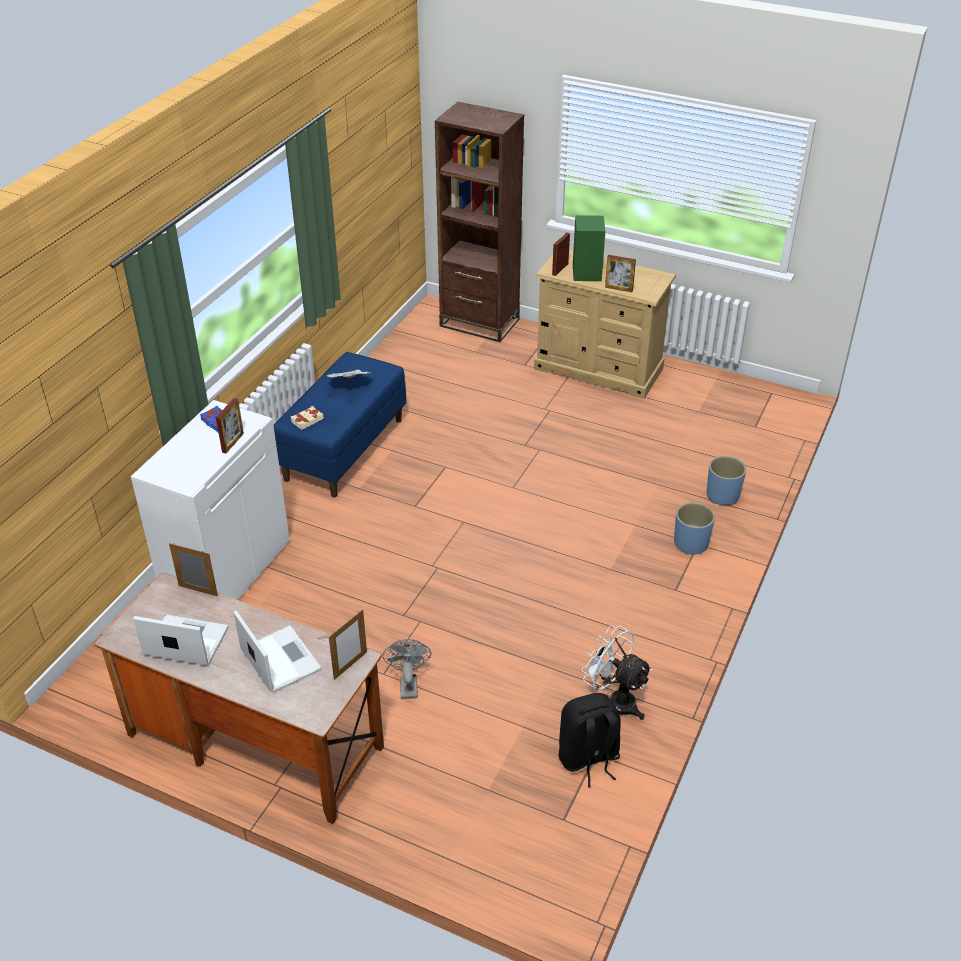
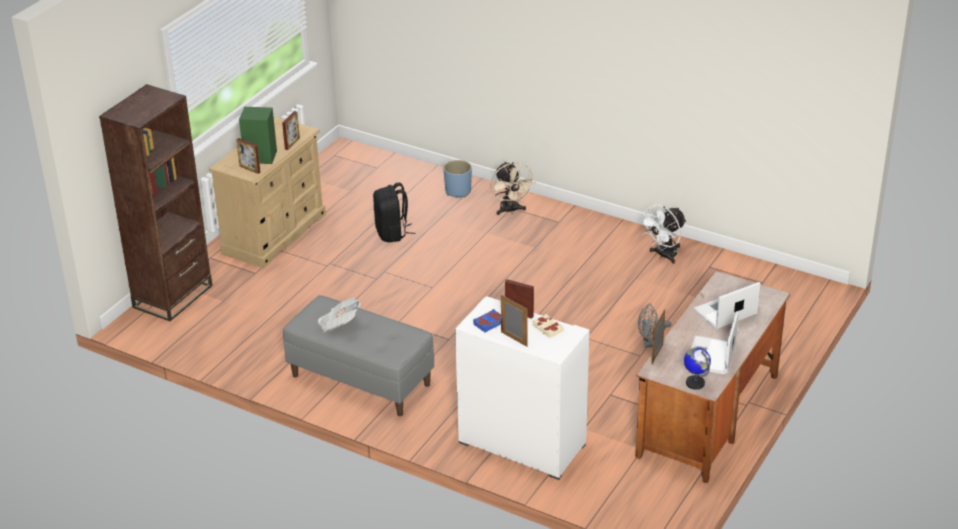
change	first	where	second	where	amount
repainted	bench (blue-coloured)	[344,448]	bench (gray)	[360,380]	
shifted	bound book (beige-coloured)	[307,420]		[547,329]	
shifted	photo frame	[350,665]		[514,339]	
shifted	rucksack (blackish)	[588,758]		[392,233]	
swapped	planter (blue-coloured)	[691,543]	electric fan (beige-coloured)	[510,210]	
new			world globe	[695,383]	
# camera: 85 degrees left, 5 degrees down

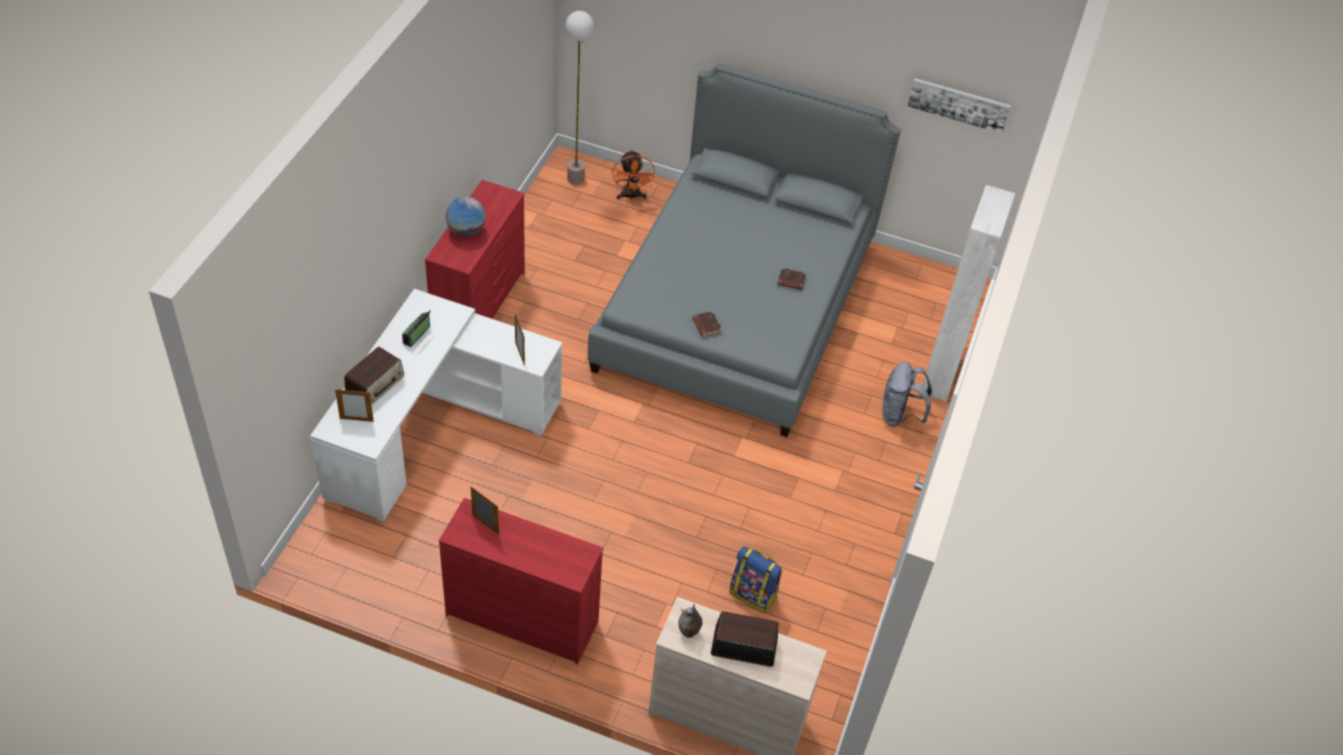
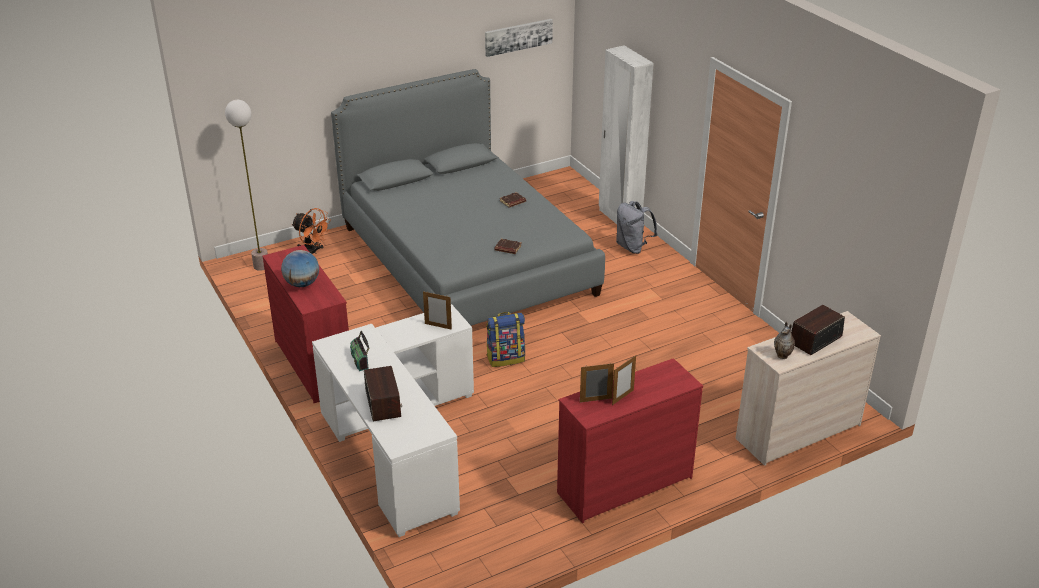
change	first	where	second	where	amount
shifted	photo frame	[356,420]		[622,397]	
shifted	rucksack	[753,594]		[506,358]	
# camera: 45 degrees left, 15 degrees down

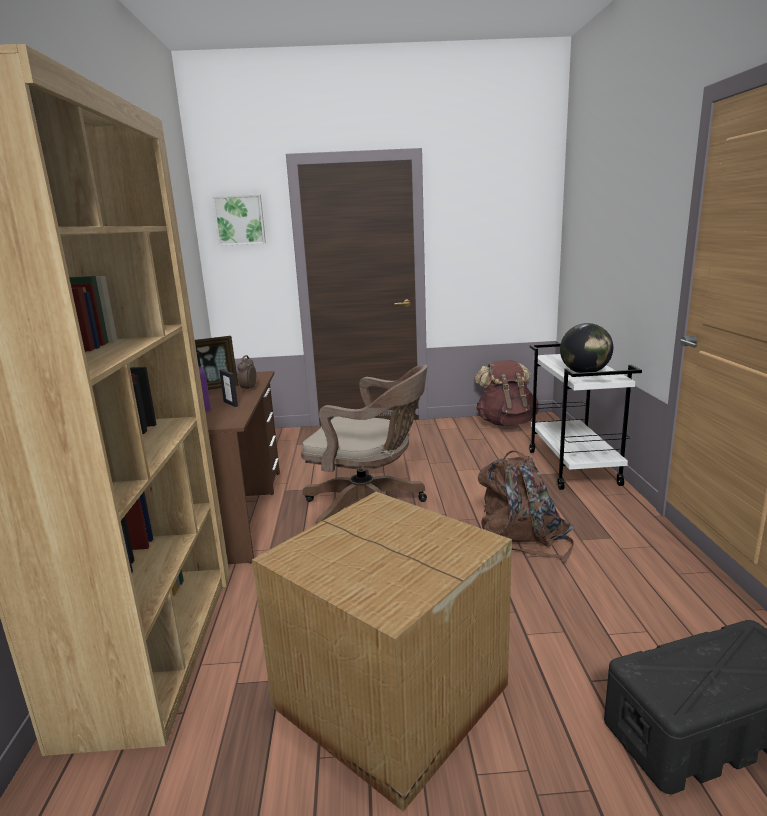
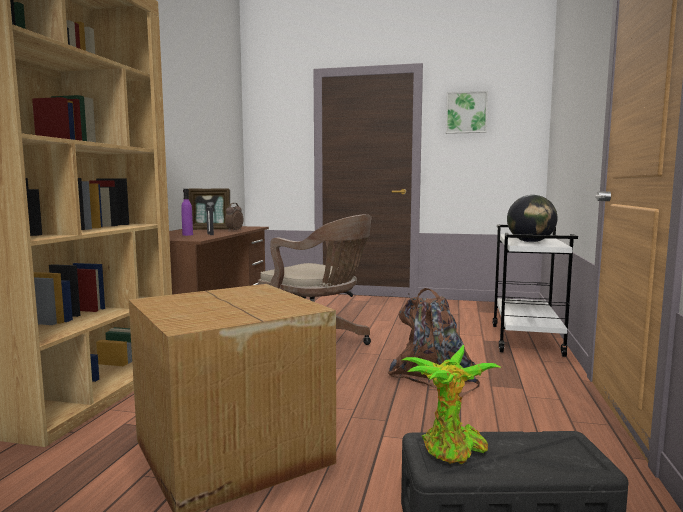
change	first	where	second	where	amount
shifted	picture	[240,220]		[466,112]	
gone	rucksack (brownish)	[506,423]			
new			potted plant	[451,451]	
# camera: 15 degrees right, 10 degrees down

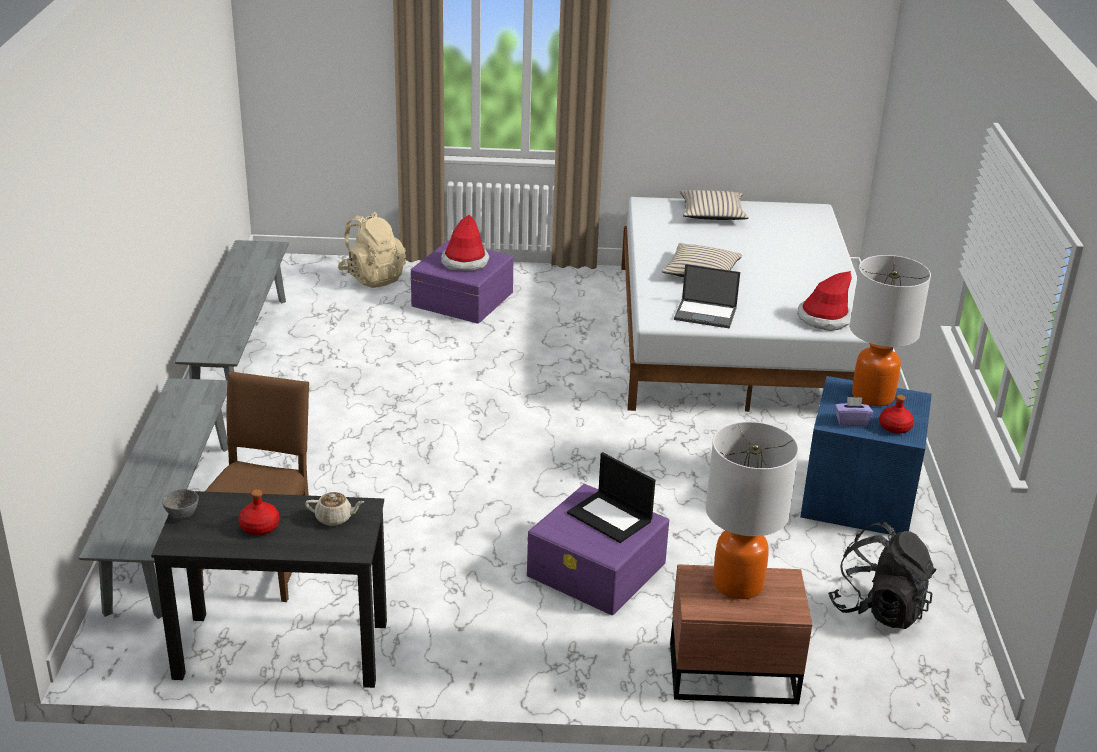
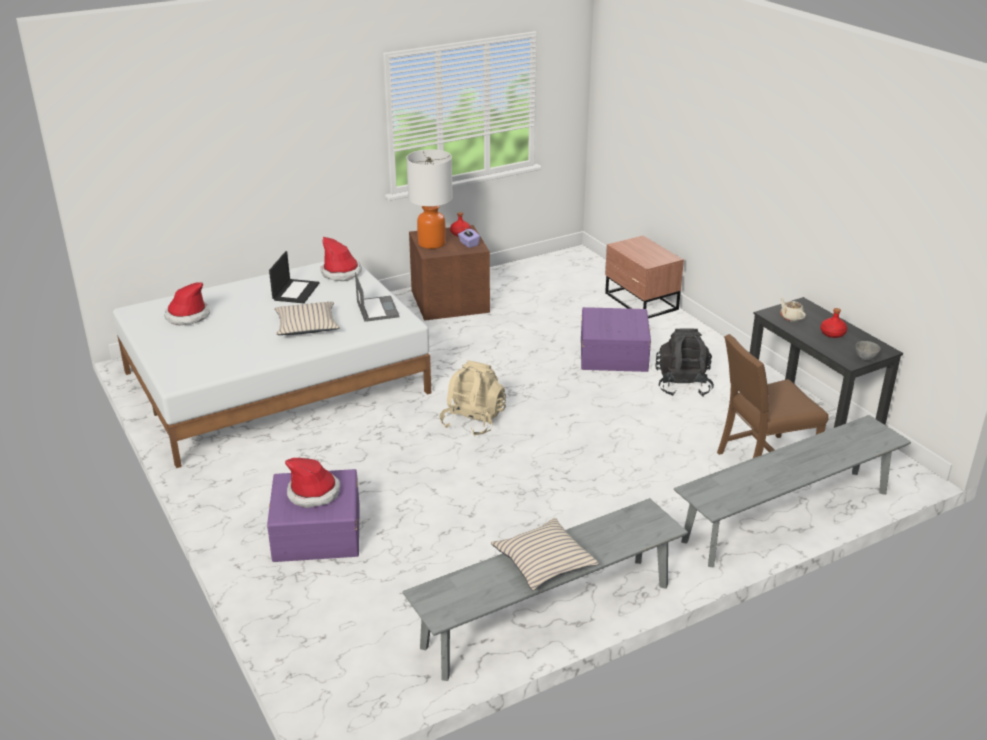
change	first	where	second	where	amount
shifted	rucksack (beige-coloured)	[372,277]		[473,421]	
shifted	notebook computer	[611,517]		[295,291]	
shifted	cushion (beige-coloured)	[712,213]		[544,562]	
gone	table lamp	[737,584]			
repainted	storage box (blue-coloured)	[860,499]	storage box (brownish)	[450,301]	
shifted	rucksack (blackish)	[878,608]		[682,385]	
new			hat	[187,316]	
# camera: 120 degrees left, 0 degrees up

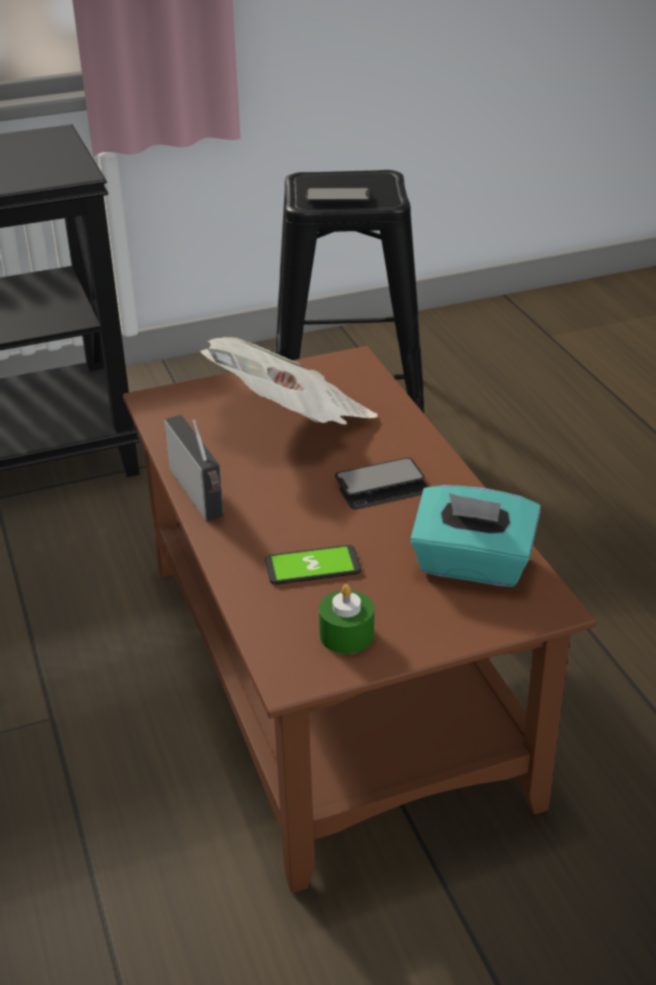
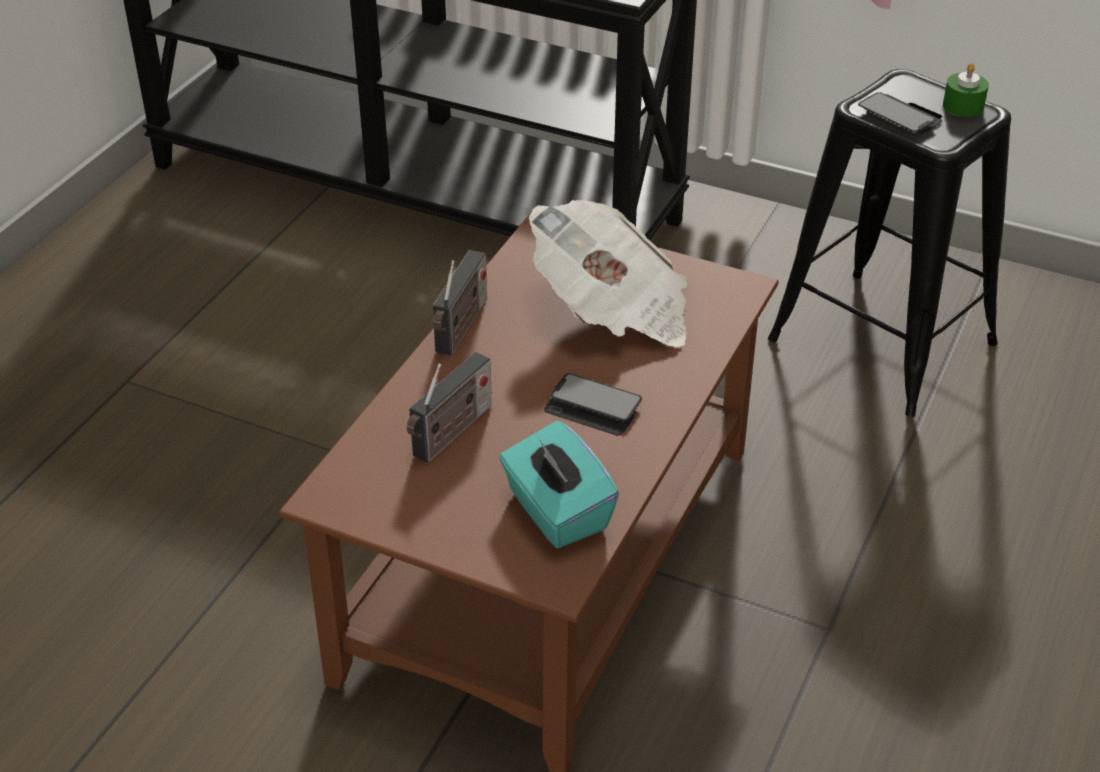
change	first	where	second	where	amount
swapped	phone	[312,566]	radio set	[450,434]	
shifted	wax candle (green)	[346,635]		[963,106]	
# camera: 45 degrees right, 5 degrees up

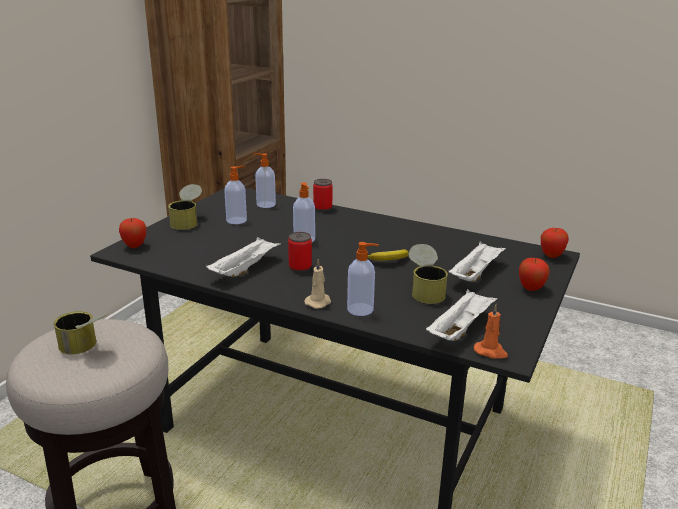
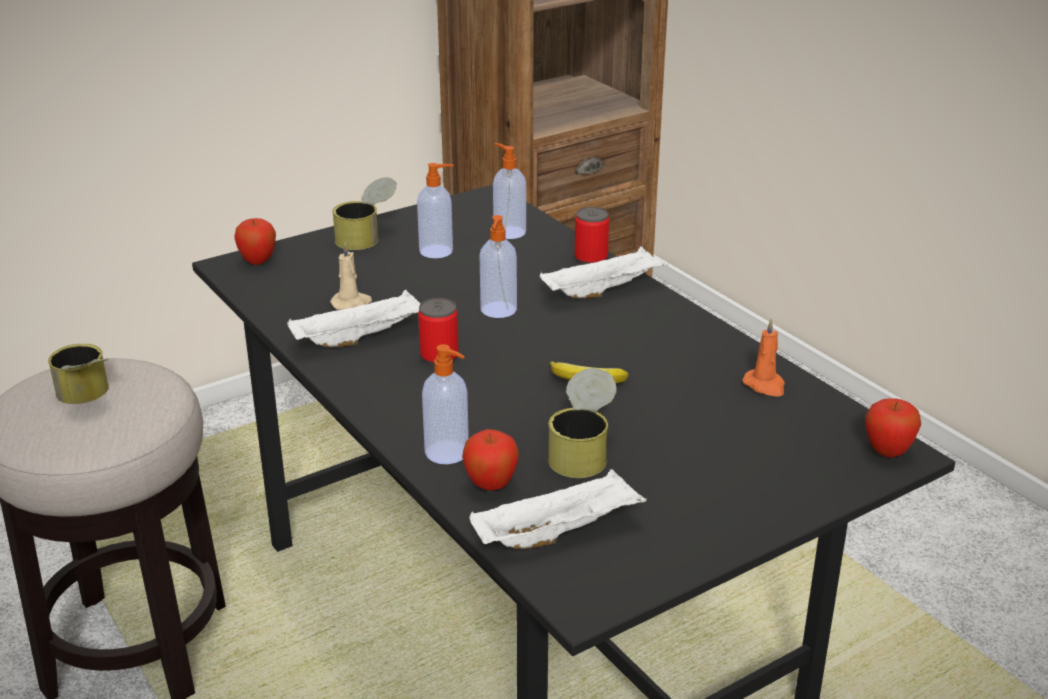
change	first	where	second	where	amount
shifted	wax candle (beige-coloured)	[318,302]		[351,303]	
shifted	serving tray (whitish)	[475,273]		[603,290]	
shifted	wax candle (orange)	[491,352]		[765,385]	
shifted	apple	[531,289]		[491,486]	
# camera: 30 degrees right, 5 degrees up

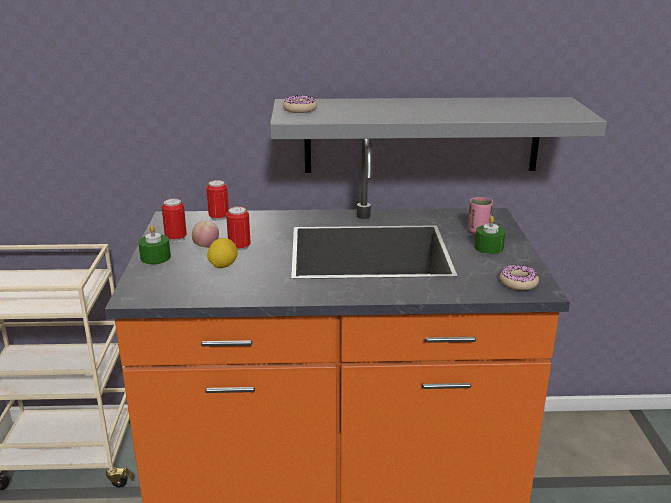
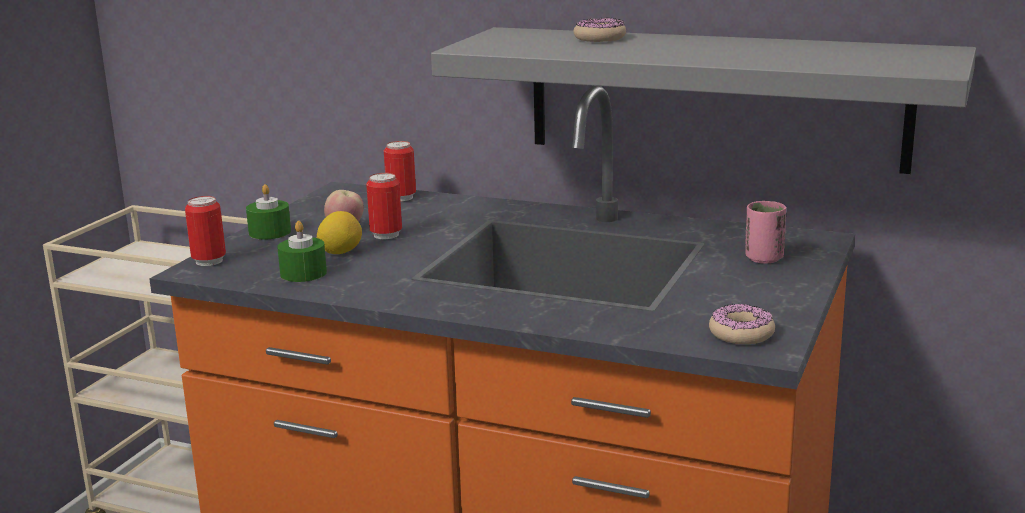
change	first	where	second	where	amount
shifted	sealed can	[176,239]		[209,261]	
shifted	donut	[300,109]		[599,38]	
shifted	wax candle (green)	[488,247]		[303,273]	
# camera: 25 degrees right, 5 degrees down

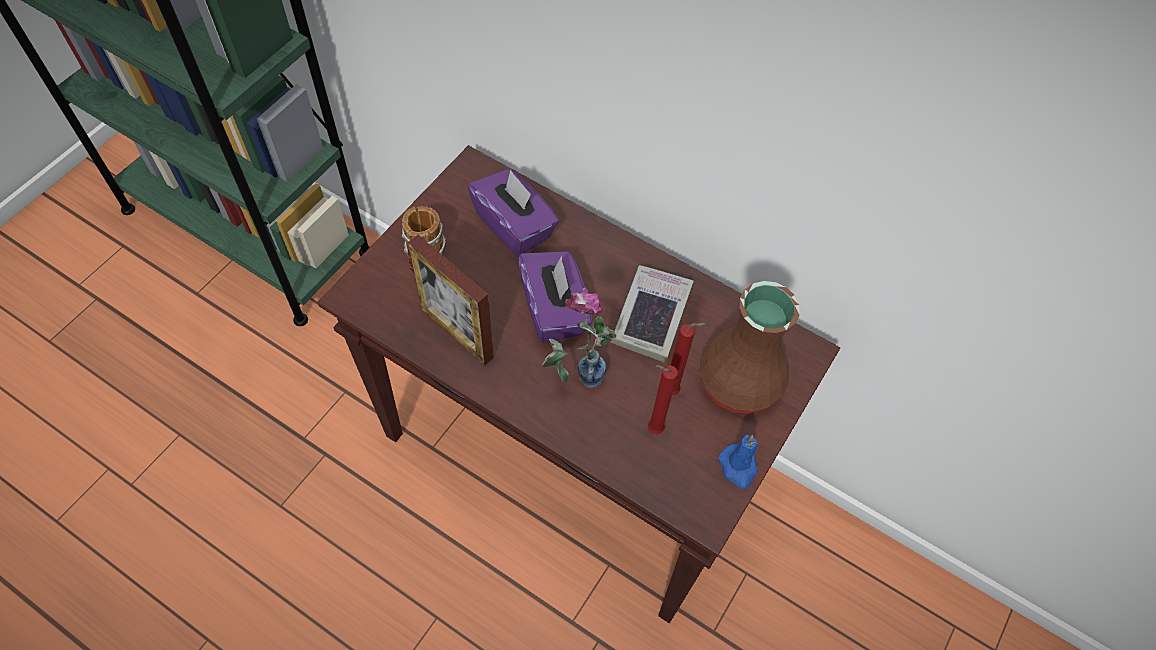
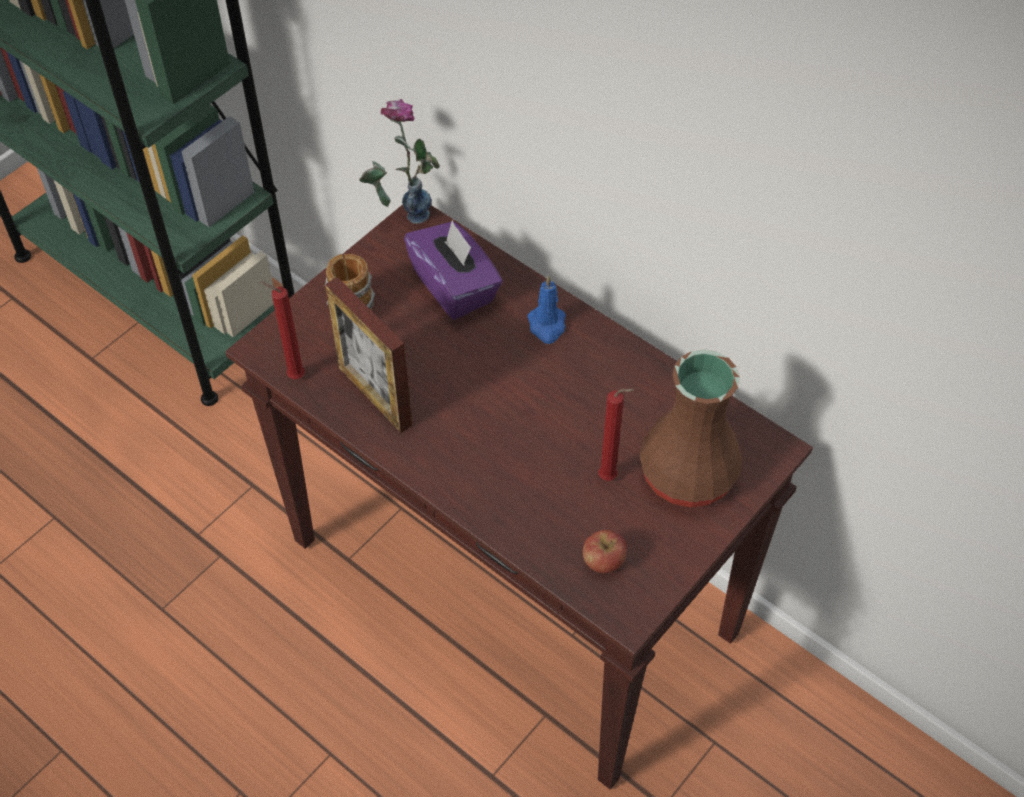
change	first	where	second	where	amount
gone	tissue box (purple-coloured)	[554,310]			
shifted	vase	[575,378]		[401,215]	
gone	bound book	[651,316]			
shifted	wax candle (reddish)	[652,429]		[293,376]	
shifted	wax candle (blue-coloured)	[738,467]		[547,326]	
new			apple	[603,562]	
# camera: 10 degrees right, 5 degrees down

